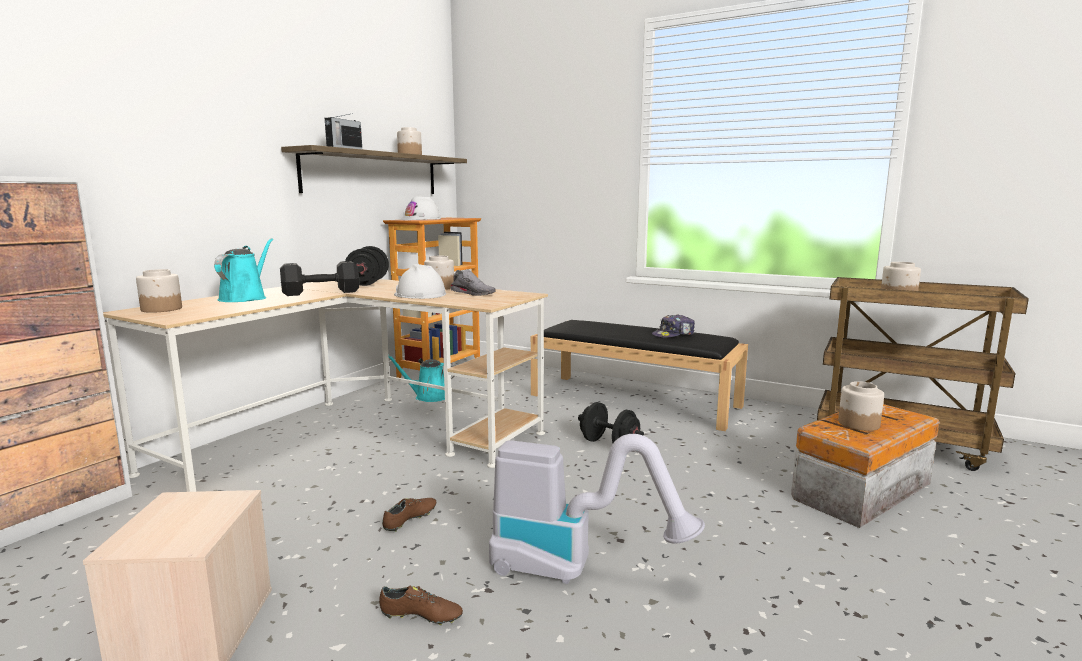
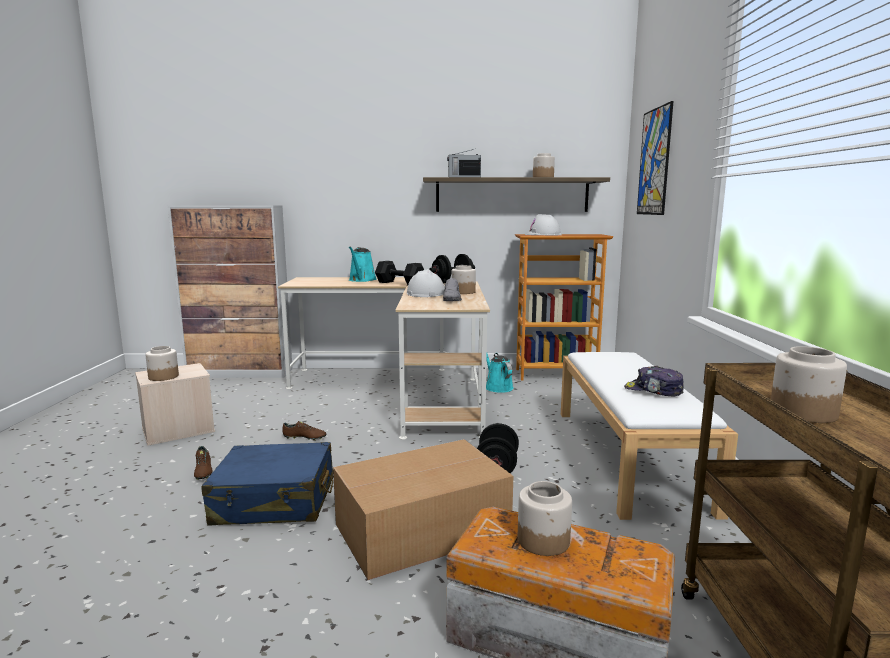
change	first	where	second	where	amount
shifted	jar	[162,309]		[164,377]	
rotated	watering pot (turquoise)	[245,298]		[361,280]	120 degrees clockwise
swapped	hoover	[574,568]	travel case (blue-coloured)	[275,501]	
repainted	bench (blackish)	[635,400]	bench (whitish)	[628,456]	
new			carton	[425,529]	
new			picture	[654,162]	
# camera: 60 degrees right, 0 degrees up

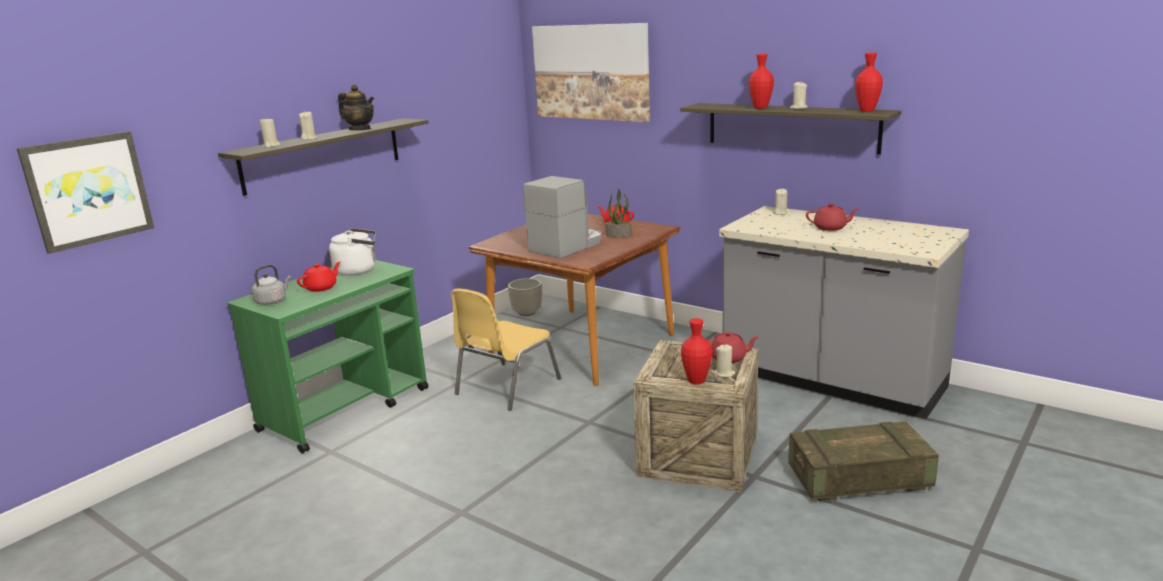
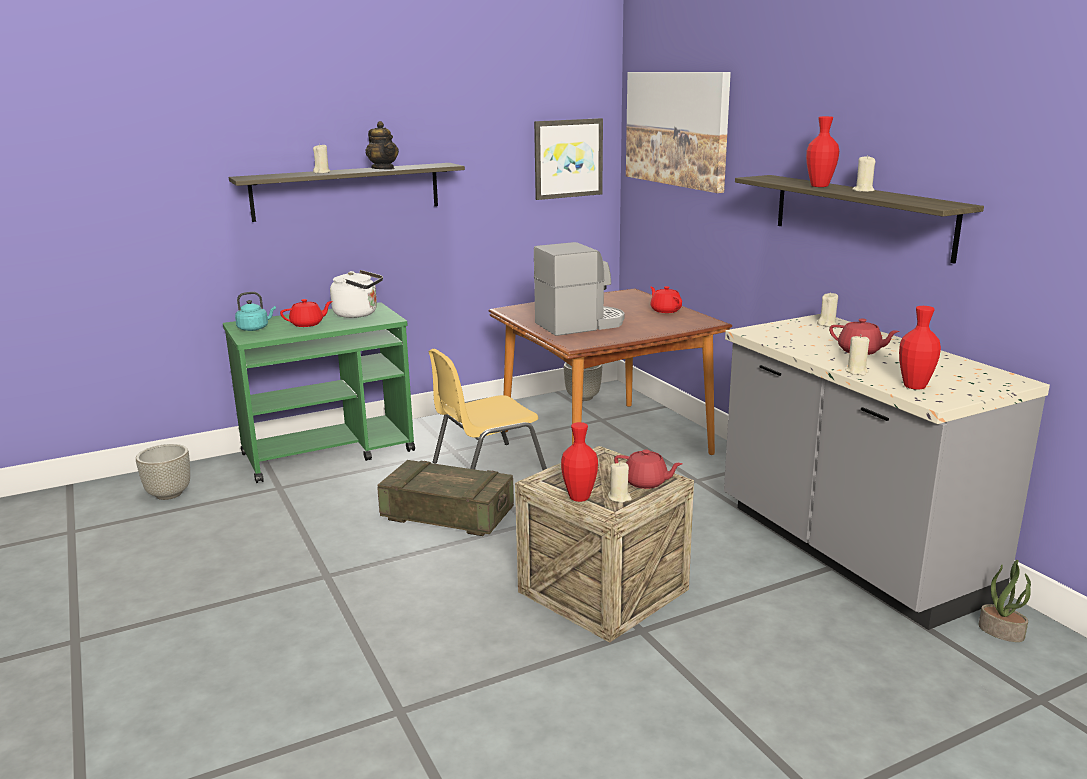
change	first	where	second	where	amount
shifted	picture	[88,190]		[568,158]	
repainted	kettle (gray)	[272,301]	kettle (turquoise)	[255,328]	
shifted	wax candle (beige-coloured)	[271,146]		[857,371]	
shifted	potted plant	[619,235]		[1002,631]	
shifted	crate	[858,479]		[447,515]	
shifted	vase (reddish)	[867,111]		[914,386]	
new			planter (gray)	[168,494]	
# camera: 25 degrees right, 0 degrees up

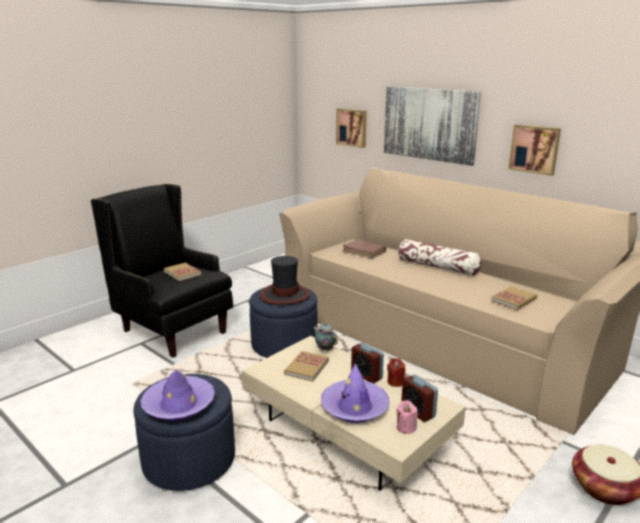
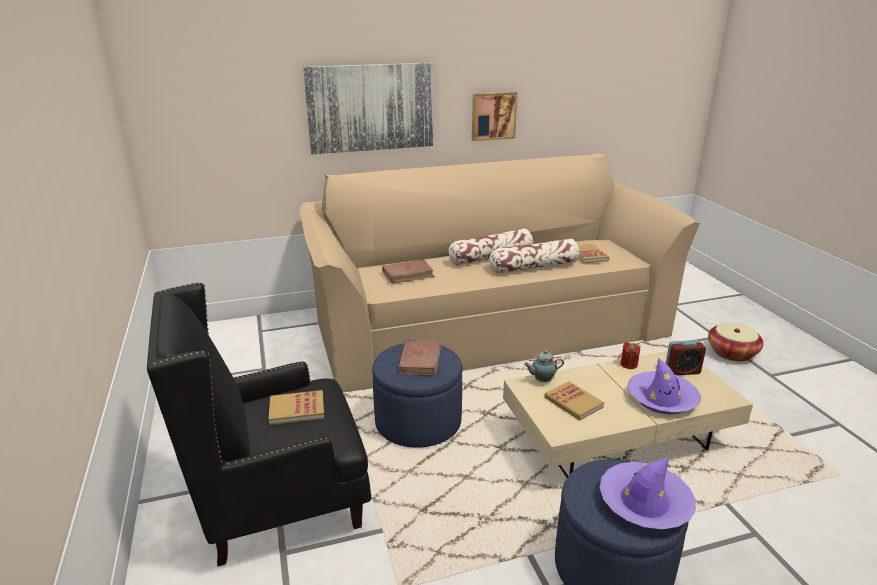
change	first	where	second	where	amount
swapped	hat	[285,295]	bound book (brownish)	[420,360]	
gone	picture	[352,127]			
gone	table clock	[366,376]			
gone	wax candle (pink-coloured)	[406,427]			
new			cushion	[534,267]	
# camera: 60 degrees left, 5 degrees up

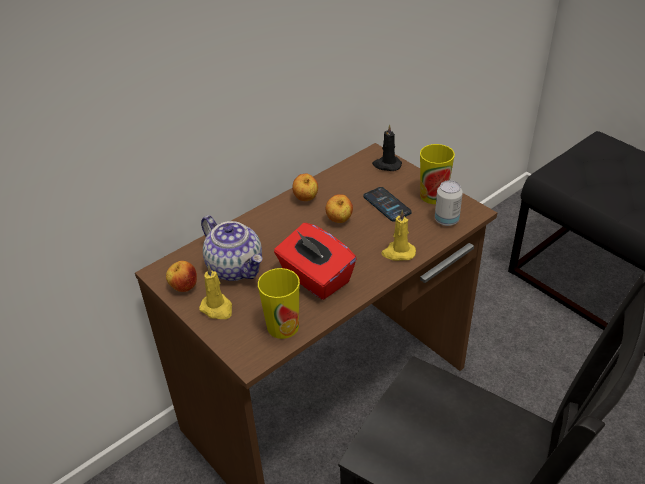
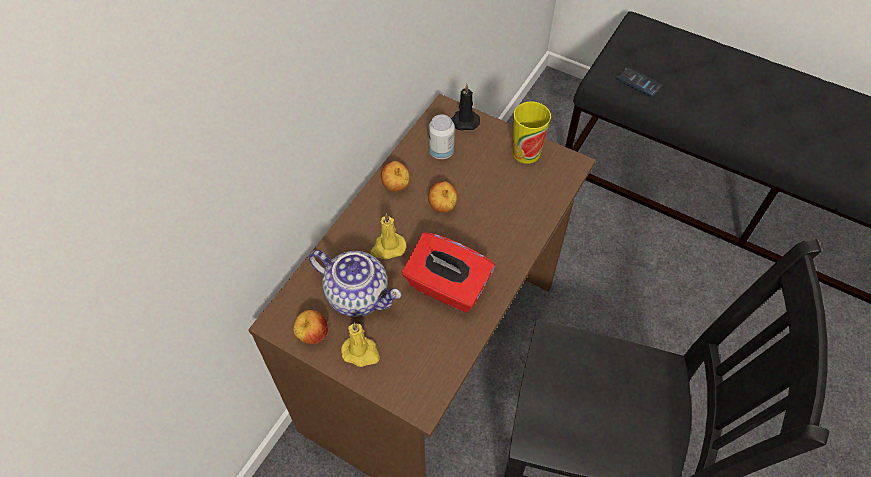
change	first	where	second	where	amount
gone	small cup	[283,326]			
shifted	phone	[387,205]		[638,82]	
shifted	wax candle (yellow-coloured)	[398,253]		[388,248]	
shifted	sealed can	[446,220]		[441,152]	
# camera: 20 degrees left, 15 degrees up

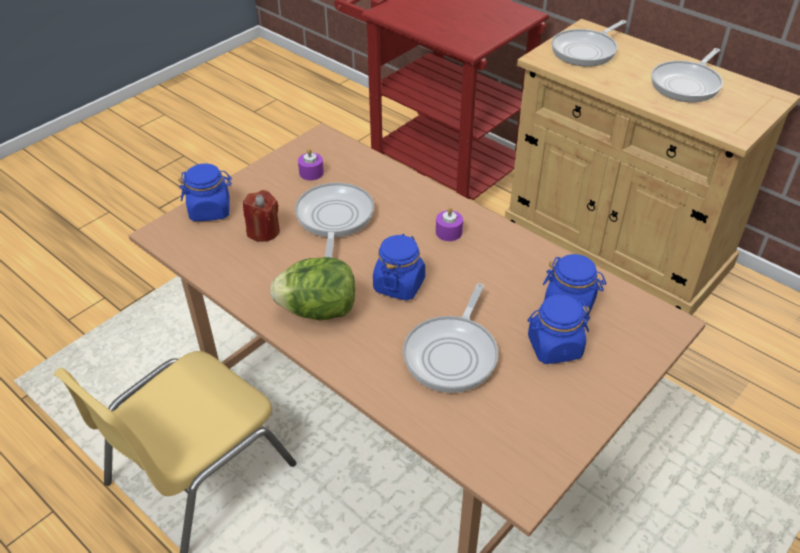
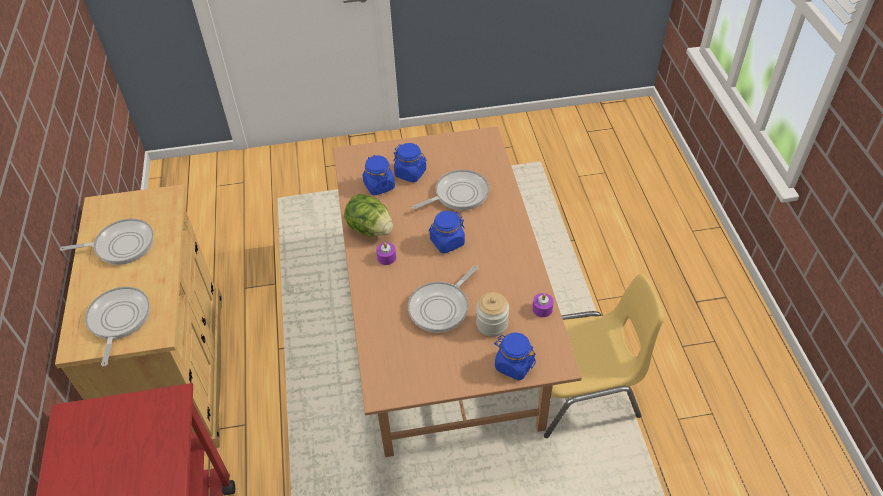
change	first	where	second	where	amount
swapped	wax candle (reddish)	[263,231]	jar	[492,324]	
shifted	head of lettuce	[318,310]		[370,229]	
shifted	wax candle (purple-coloured)	[311,173]		[542,309]	
rotated	frying pan	[586,51]		[118,320]	90 degrees counterclockwise
# camera: 140 degrees left, 5 degrees up

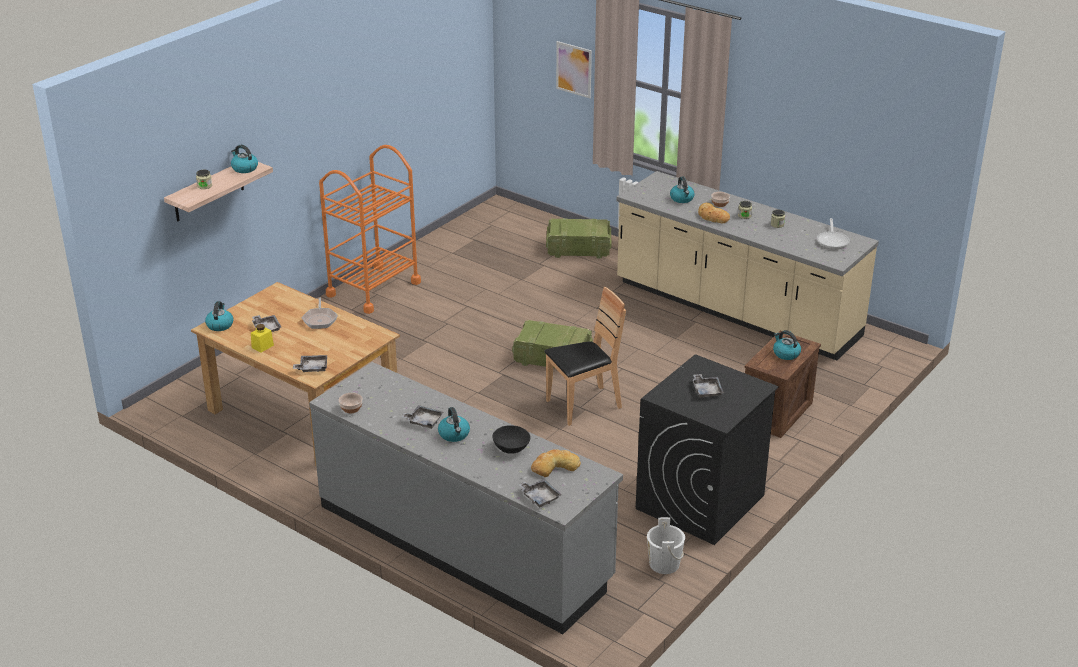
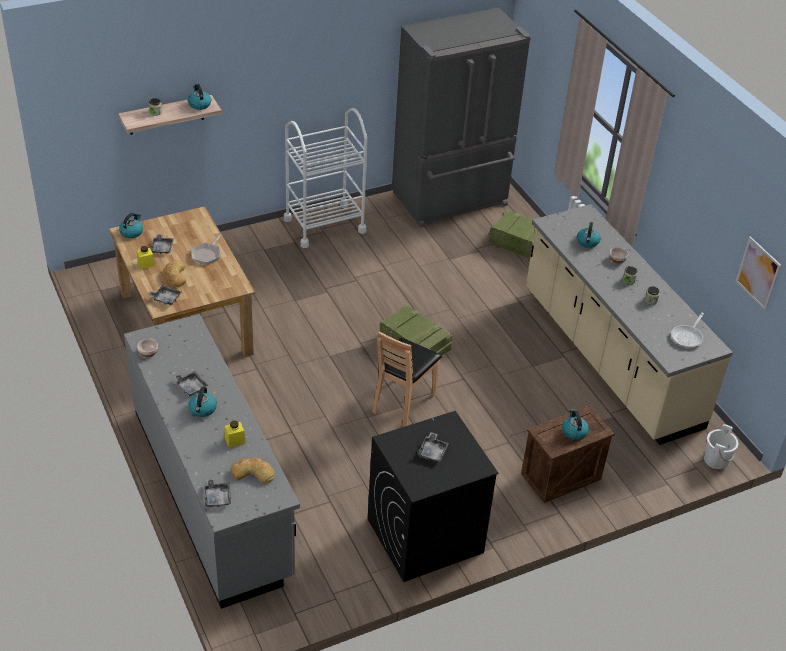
change	first	where	second	where	amount
repainted	trolley (orange)	[373,289]	trolley (whitish)	[324,225]	
swapped	serving bowl (blackish)	[511,448]	jar (yellow-coloured)	[235,440]	
rotated	plain chair (brownish)	[583,405]		[403,402]	120 degrees clockwise
shifted	picture	[574,69]		[758,273]	
shifted	pail (whitish)	[664,564]		[716,460]	
shifted	bakery bread	[712,217]		[174,276]	
new			kitchen fridge (gray)	[451,200]	
# camera: 25 degrees right, 10 degrees up

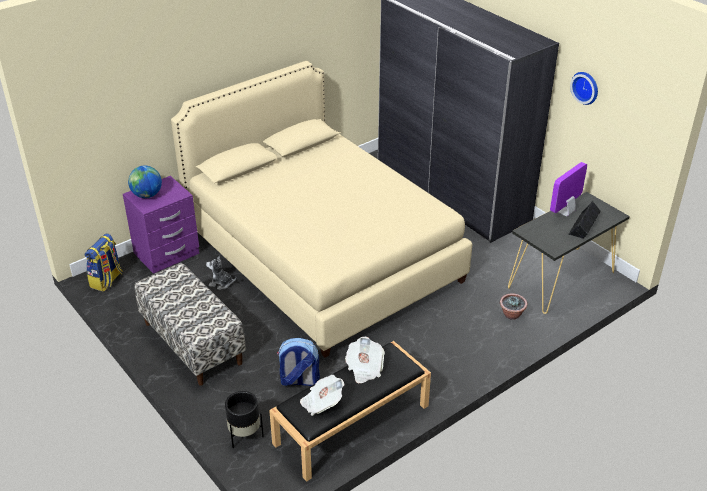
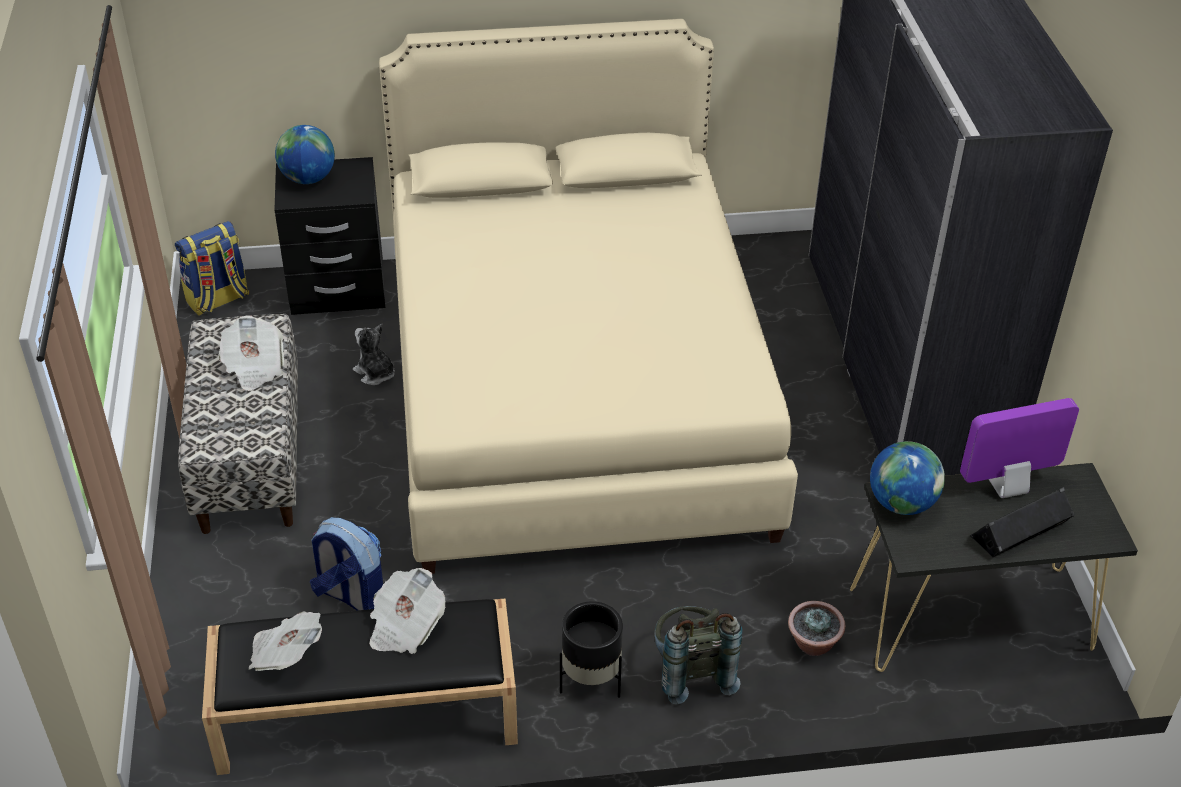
change	first	where	second	where	amount
repainted	night table (purple-coloured)	[167,254]	night table (blackish)	[338,290]	
shifted	planter (blackish)	[244,436]		[590,680]	
gone	wall clock	[586,87]			
new			printed paper	[254,367]	
new			rucksack (gray)	[690,671]	
new			world globe	[901,503]	
# camera: 30 degrees right, 5 degrees up

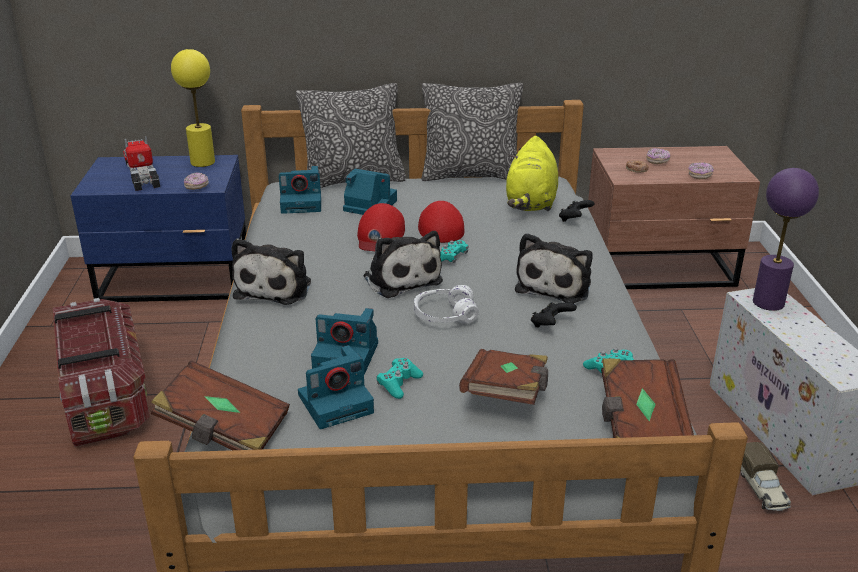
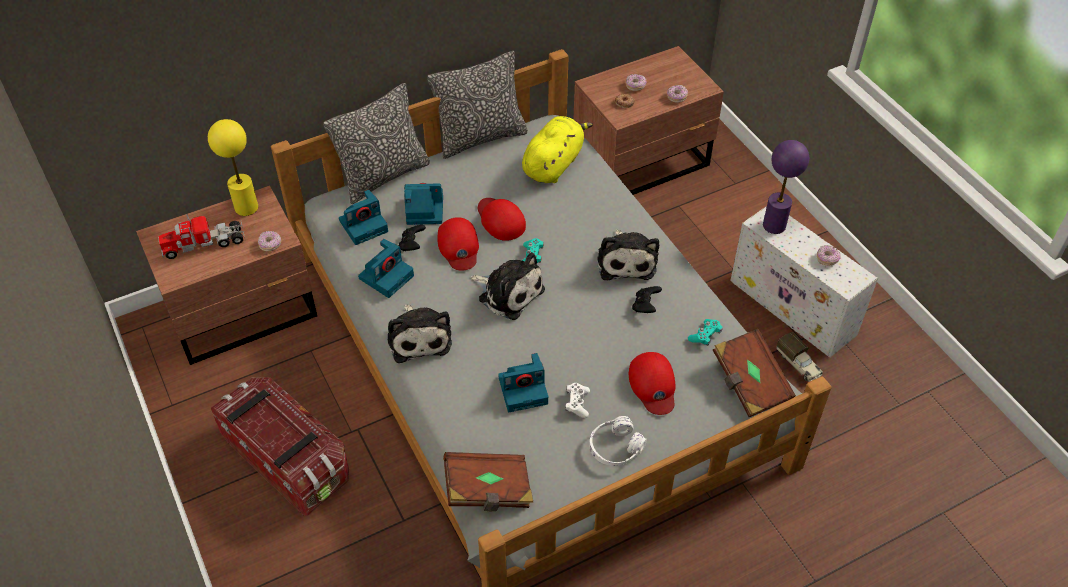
change	first	where	second	where	amount
repainted	night table (blue-coloured)	[177,280]	night table (brownish)	[244,312]	
rotated	toy truck	[142,174]		[204,243]	60 degrees counterclockwise
shifted	still camera	[337,402]		[386,276]	
repainted	game controller (turquoise)	[399,384]	game controller (whitish)	[577,403]	
shifted	pair of headphones (whitish)	[445,316]		[615,448]	
swapped	bound book (brownish)	[507,394]	peaked cap (reddish)	[653,385]	
rotated	soft toy (yellow-coloured)	[530,203]		[554,164]	135 degrees counterclockwise
shifted	game controller (blackish)	[574,219]		[412,245]	
new			donut	[827,259]	
# camera: 25 degrees left, 20 degrees up

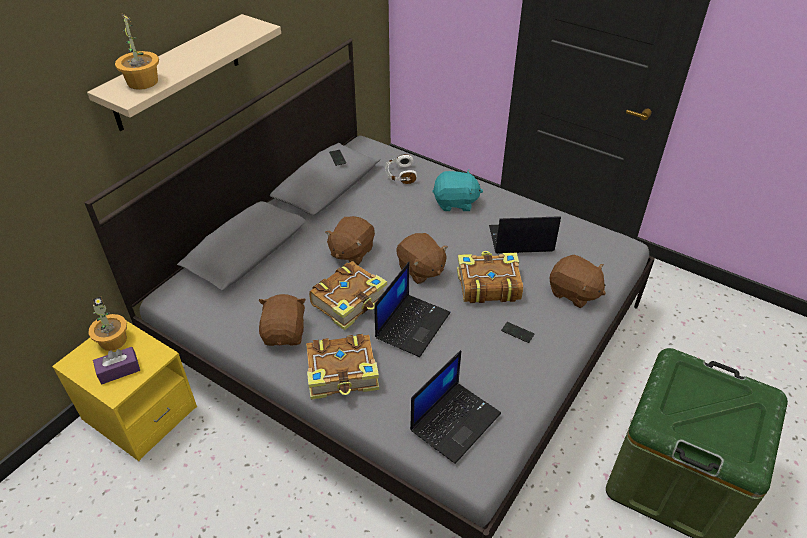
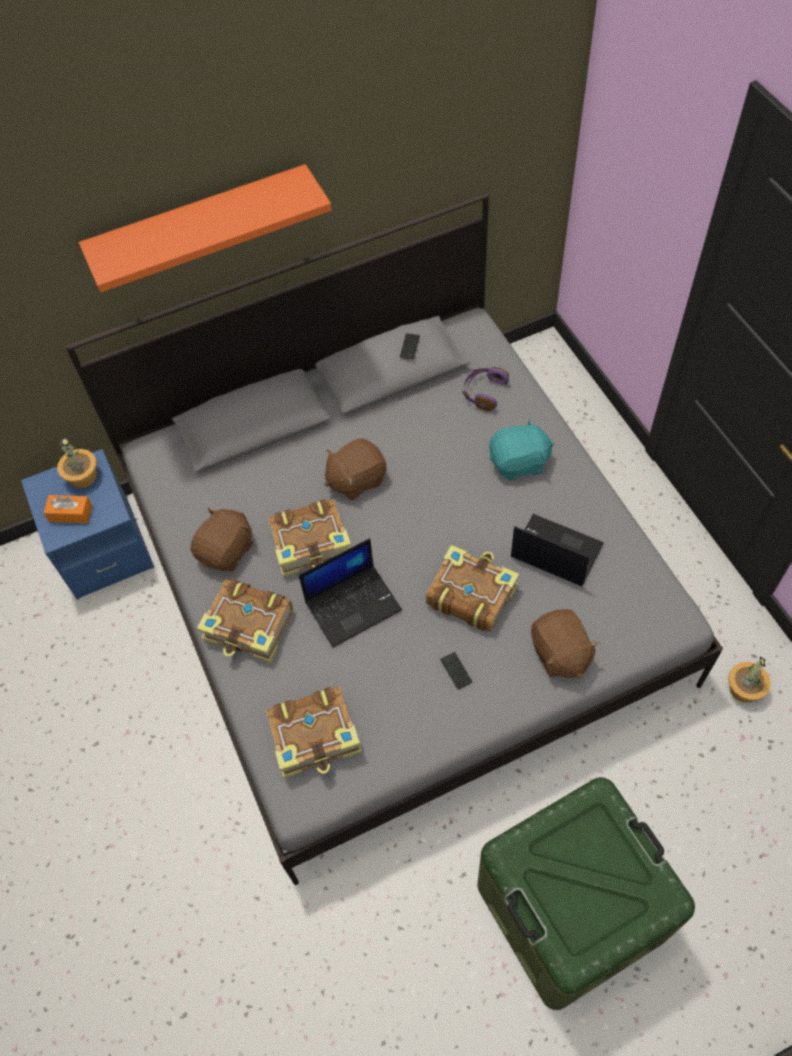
change	first	where	second	where	amount
repainted	night table (yellow-coloured)	[140,414]	night table (blue-coloured)	[103,549]	
repainted	shelf (beige-coloured)	[176,72]	shelf (orange)	[200,225]	
repainted	tissue box (purple-coloured)	[119,370]	tissue box (orange)	[71,513]	
shifted	potted plant	[142,82]		[743,689]	
repainted	pair of headphones (whitish)	[400,175]	pair of headphones (purple-coloured)	[484,392]	
gone	soft toy (brownish)	[421,270]			
swapped	notebook computer	[455,420]	bound book	[316,737]	
rotated	soft toy (turquoise)	[455,203]		[519,463]	45 degrees counterclockwise
# camera: 35 degrees right, 15 degrees up

